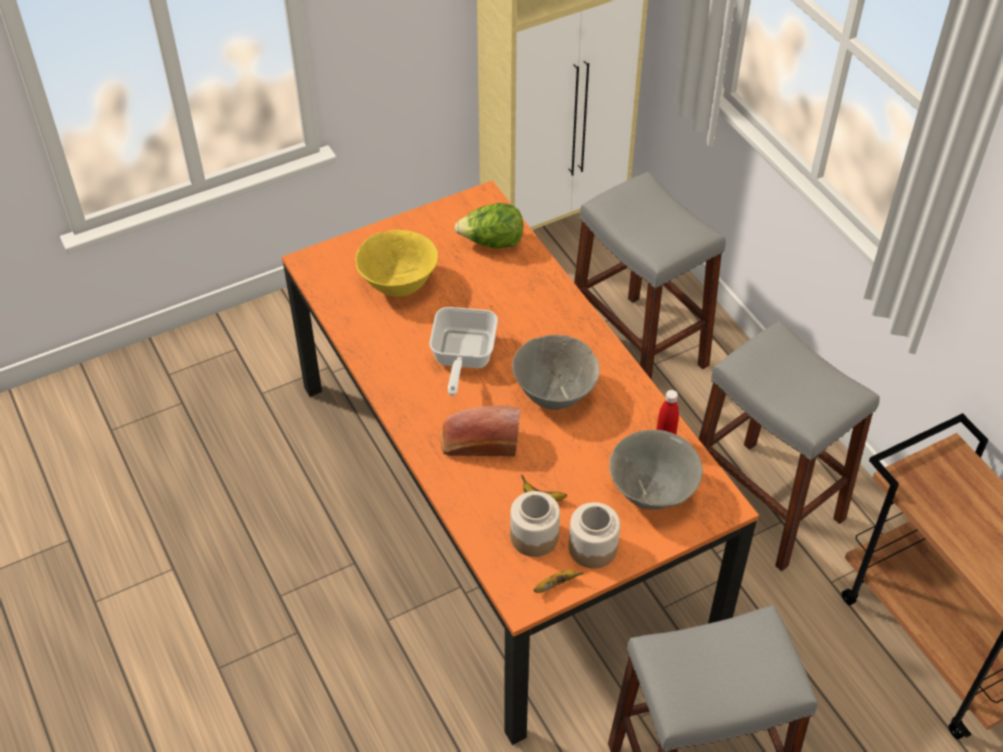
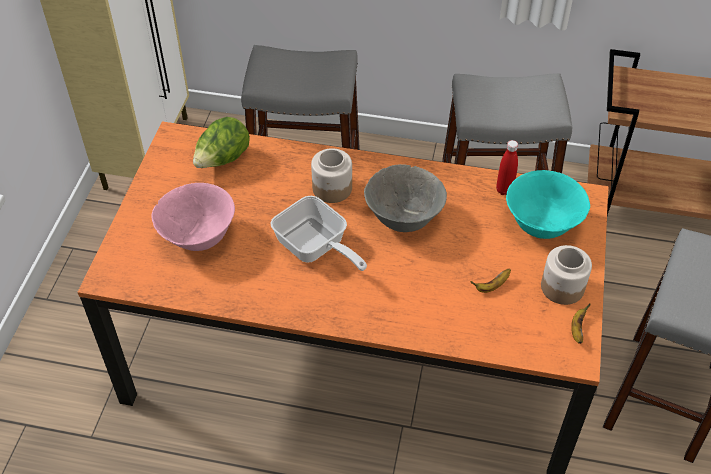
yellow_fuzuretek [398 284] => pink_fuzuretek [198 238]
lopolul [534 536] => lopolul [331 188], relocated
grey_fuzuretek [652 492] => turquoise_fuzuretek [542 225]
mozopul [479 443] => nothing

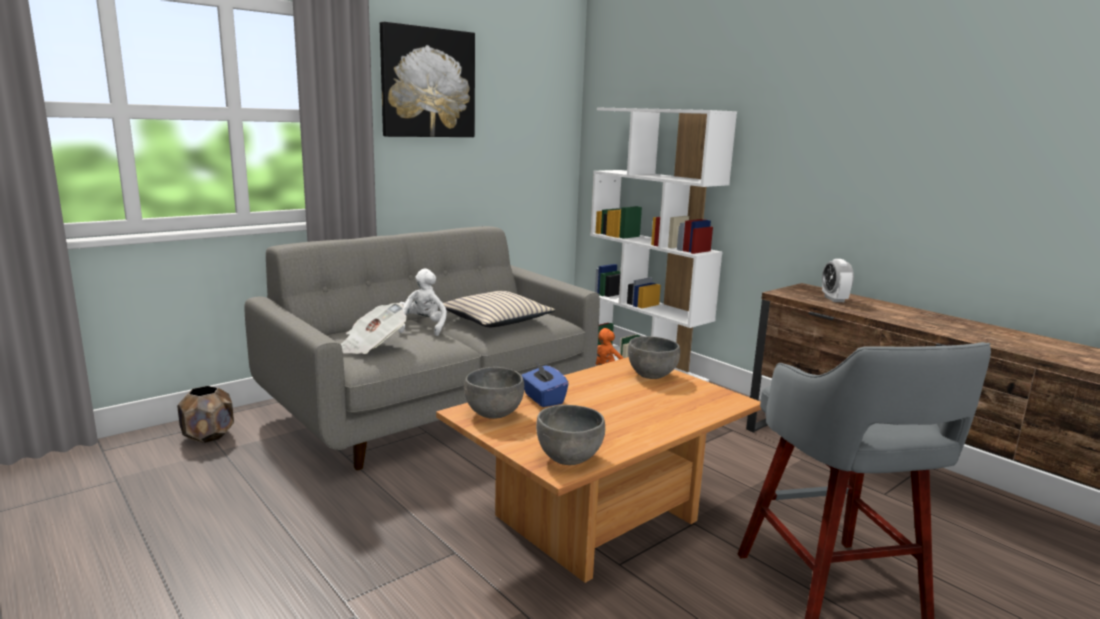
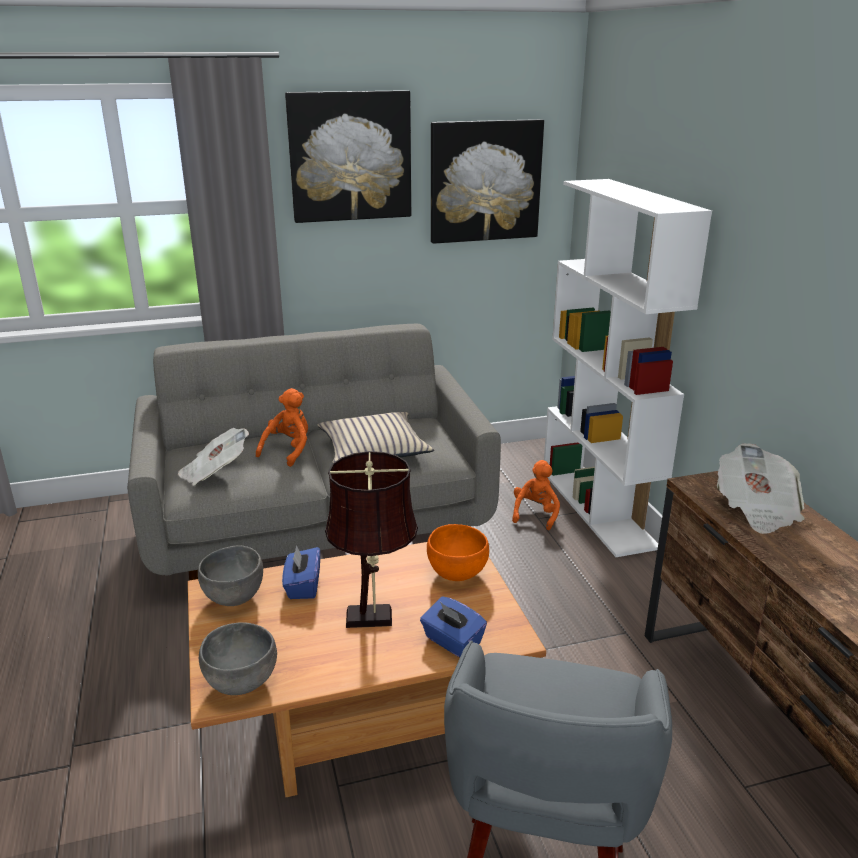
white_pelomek [422 327] => orange_pelomek [288 450]
nothing => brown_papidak [374 618]
nothing => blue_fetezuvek [452 641]
grey_fuzuretek [651 375] => orange_fuzuretek [456 573]
nothing => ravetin [485 181]
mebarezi [834 299] => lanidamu [756 509]
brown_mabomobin [209 436] => nothing

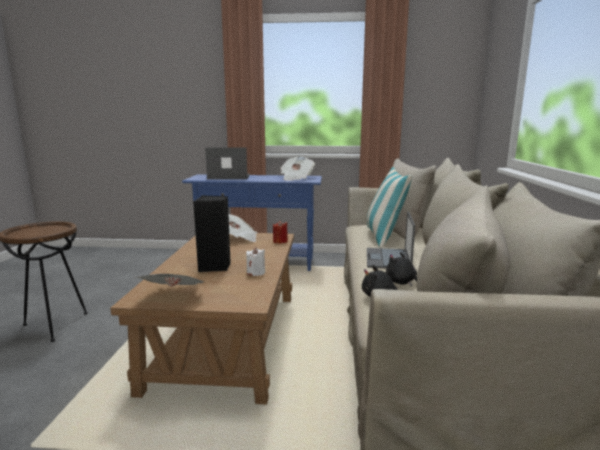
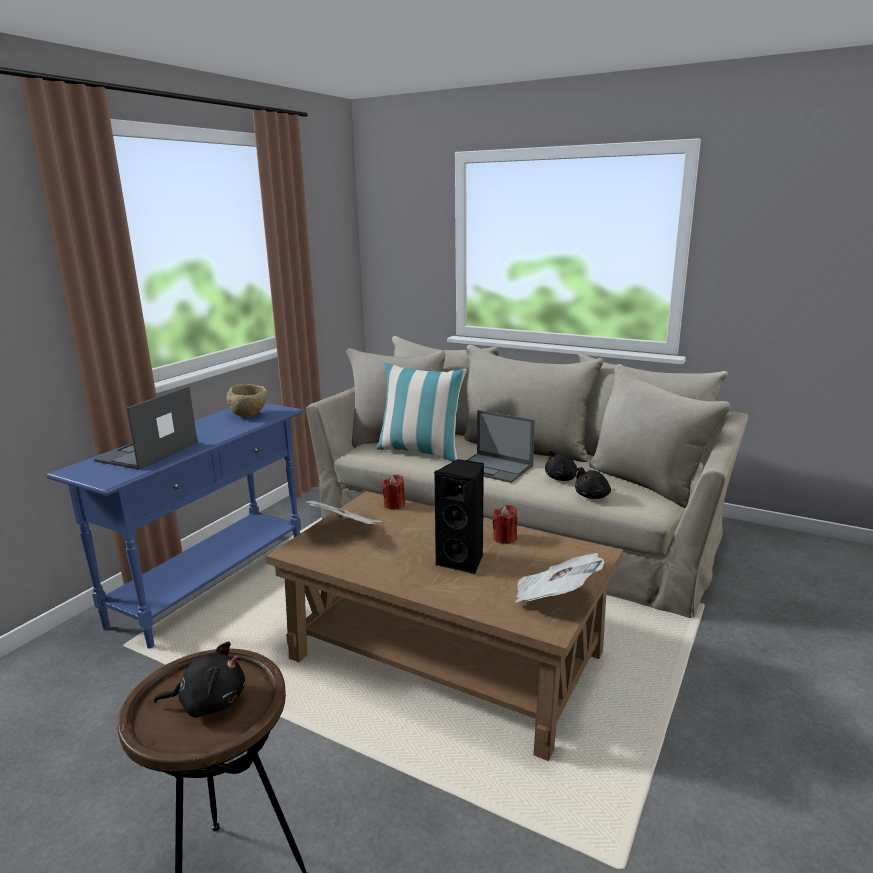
nothing => black_pelomek [209 702]
lanidamu [296 178] => beige_fuzuretek [250 415]
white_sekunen [256 273] => red_sekunen [505 538]

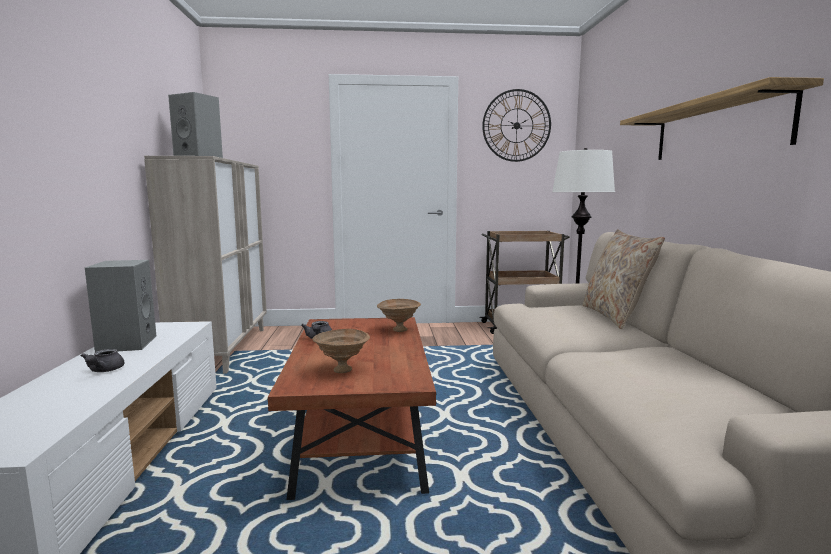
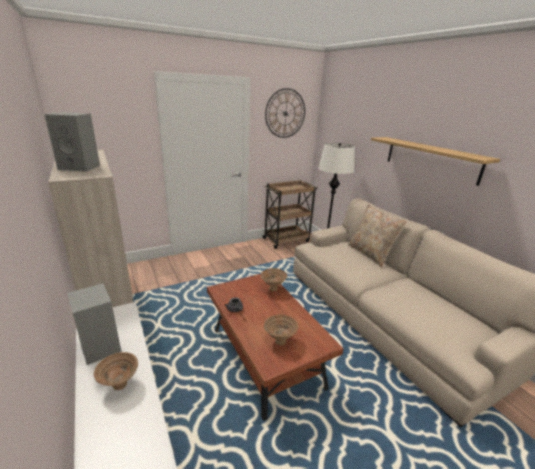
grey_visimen [103 370] => brown_fuzuretek [120 385]

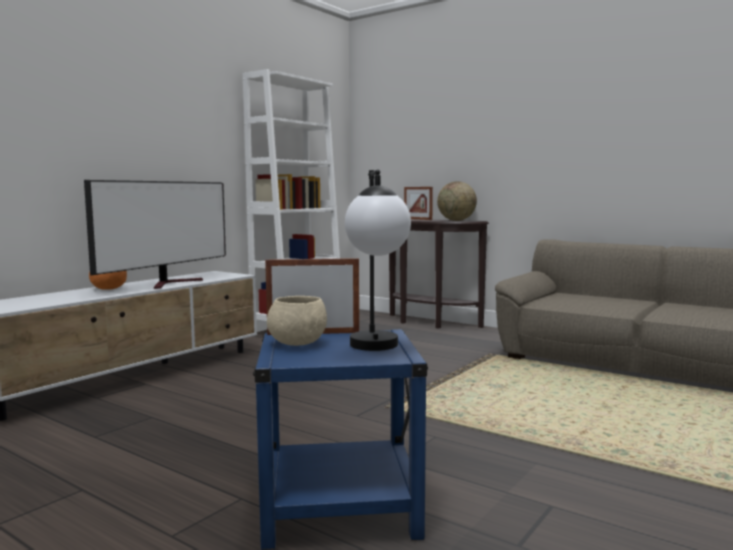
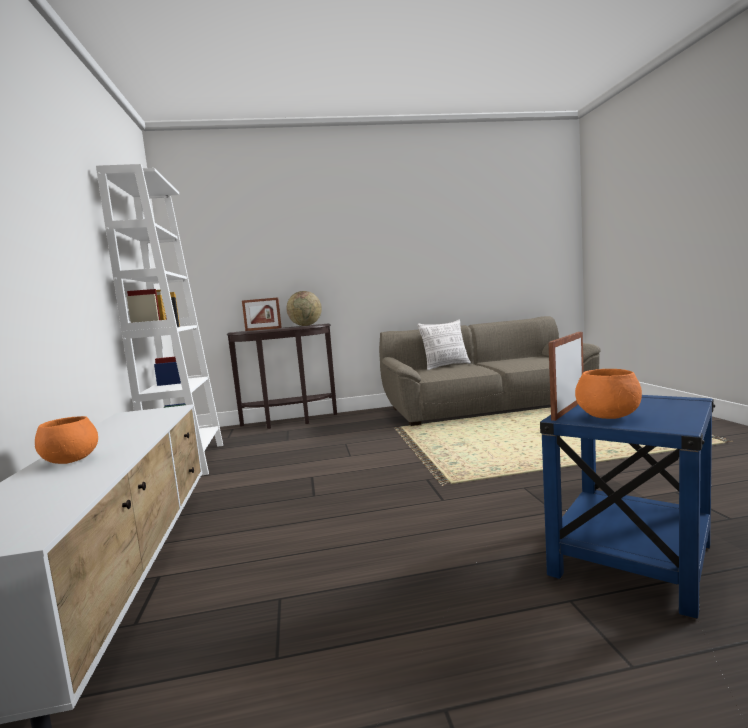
nothing => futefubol [446 366]
beige_fuzuretek [297 344] => orange_fuzuretek [609 416]
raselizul [172 283] => nothing
papidak [376 349] => nothing

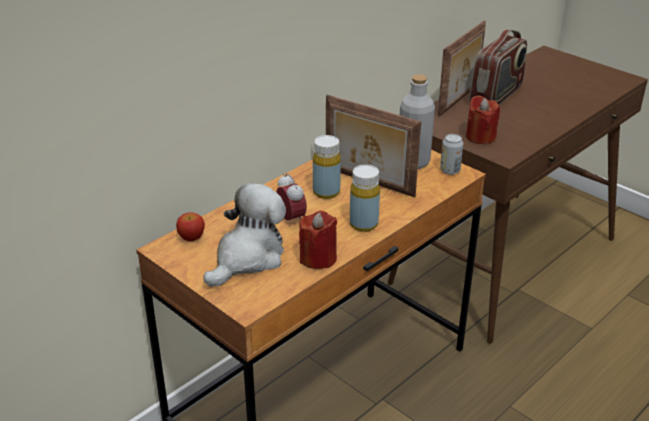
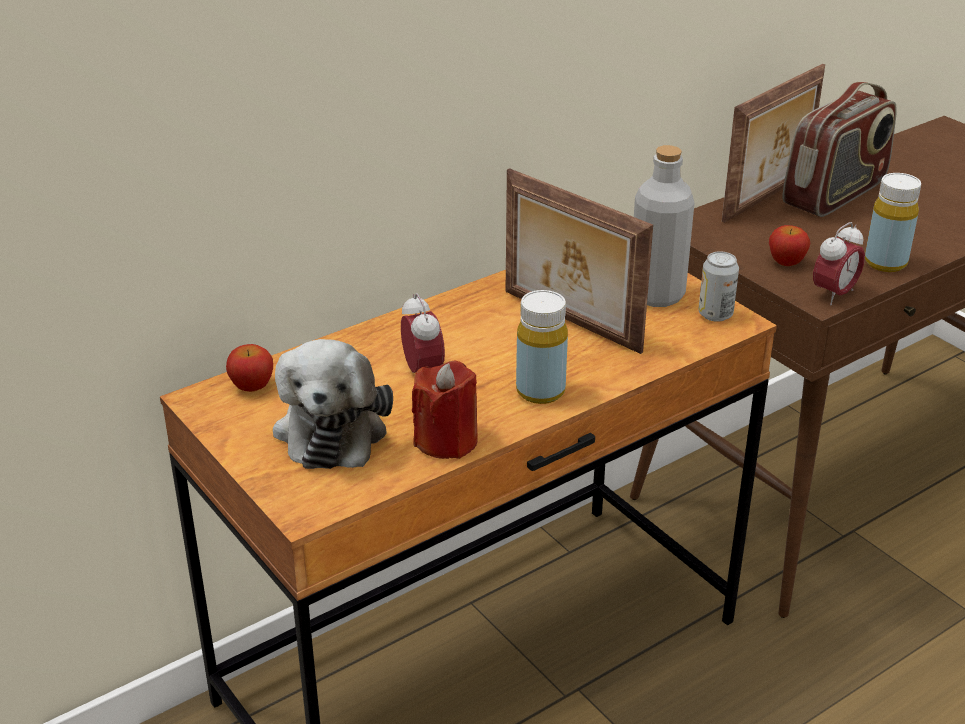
pelomek [248 258] => pelomek [332 428], 135 degrees clockwise
red_sekunen [480 137] => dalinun [786 262]
nothing => mebarezi [834 294]
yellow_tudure [326 192] => yellow_tudure [885 263], relocated

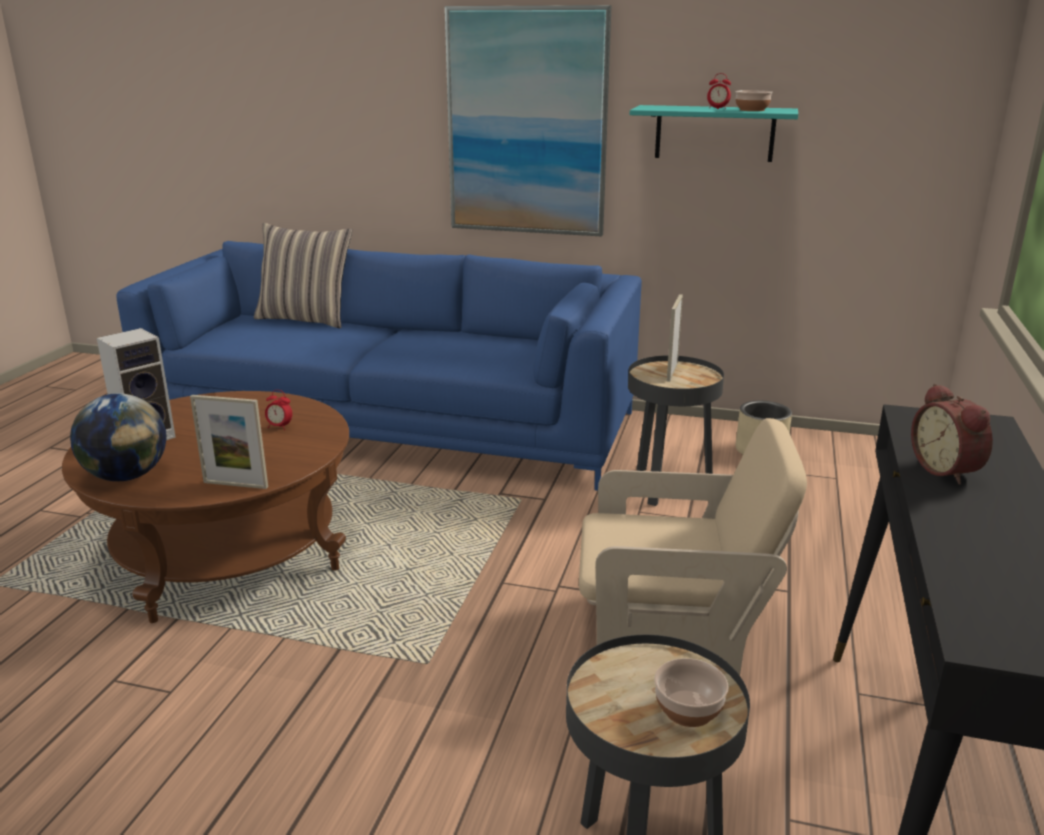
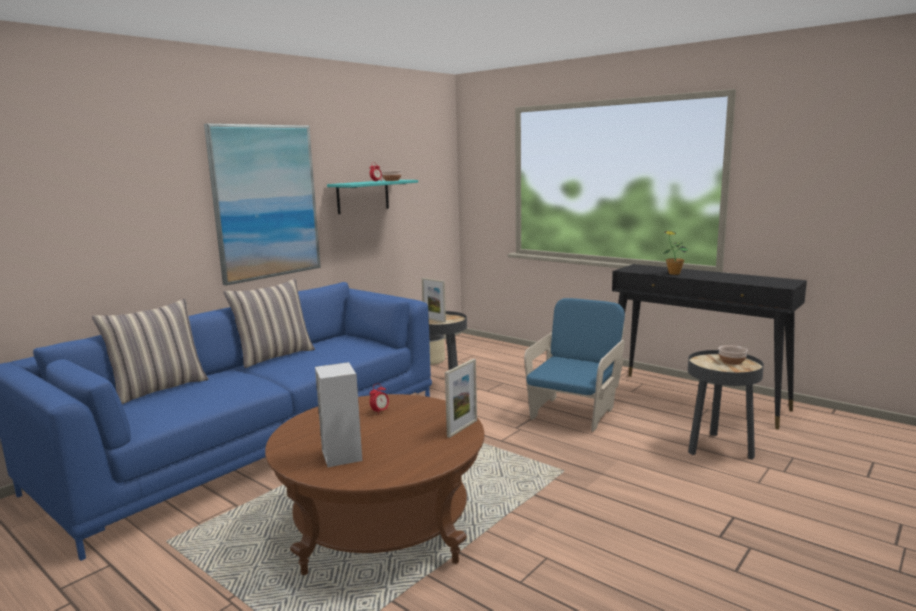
nothing => futefubol [275 356]
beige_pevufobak [674 633] => blue_pevufobak [574 412]
mebarezi [947 470] => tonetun [674 273]
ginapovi [126 476] => nothing

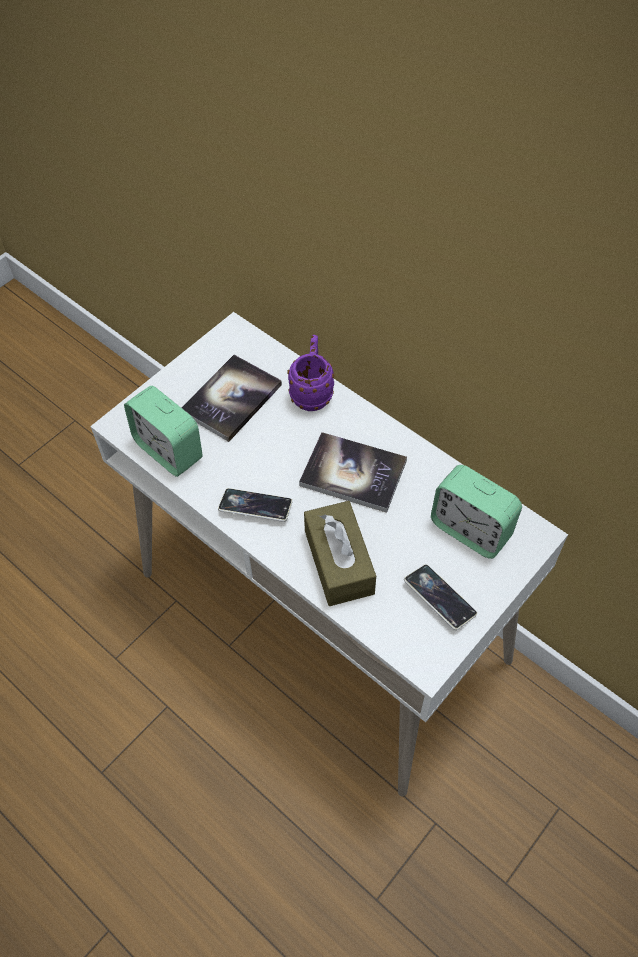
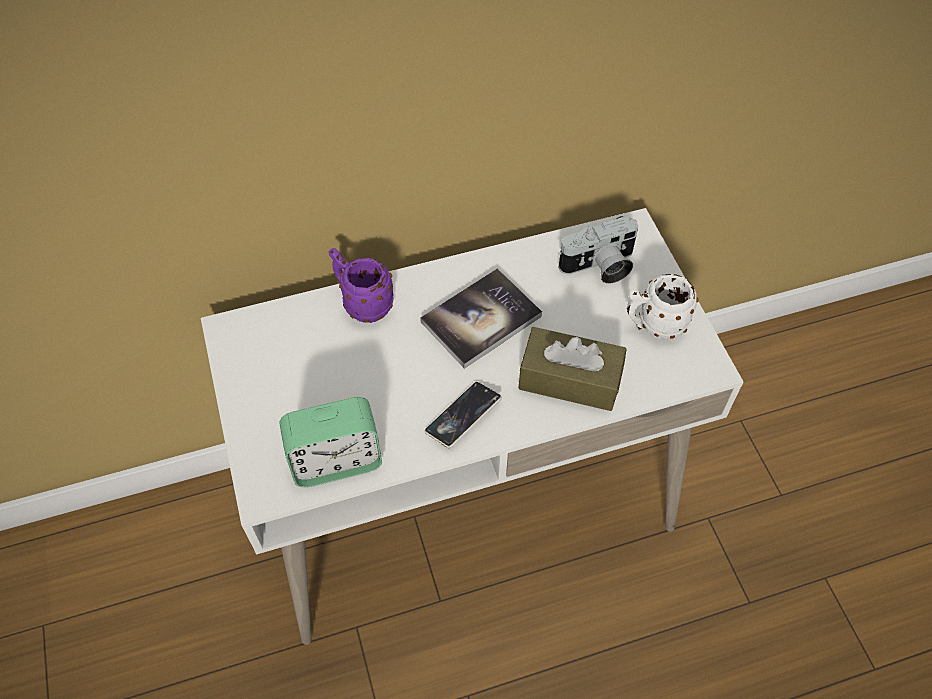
mebarezi [470 530] => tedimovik [599 267]
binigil [439 598] => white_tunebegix [653 325]
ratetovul [231 399] => nothing

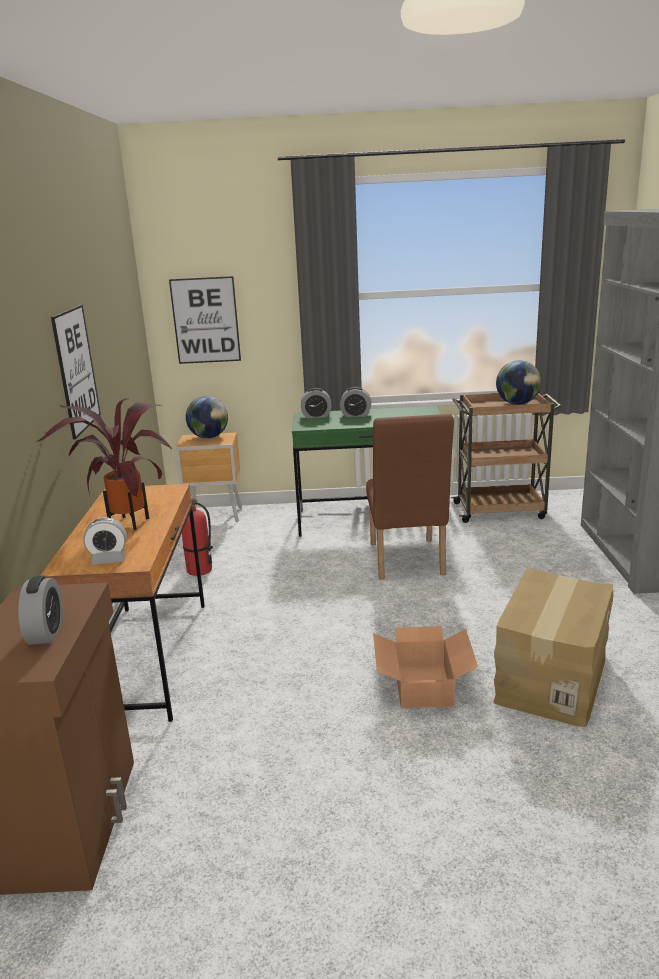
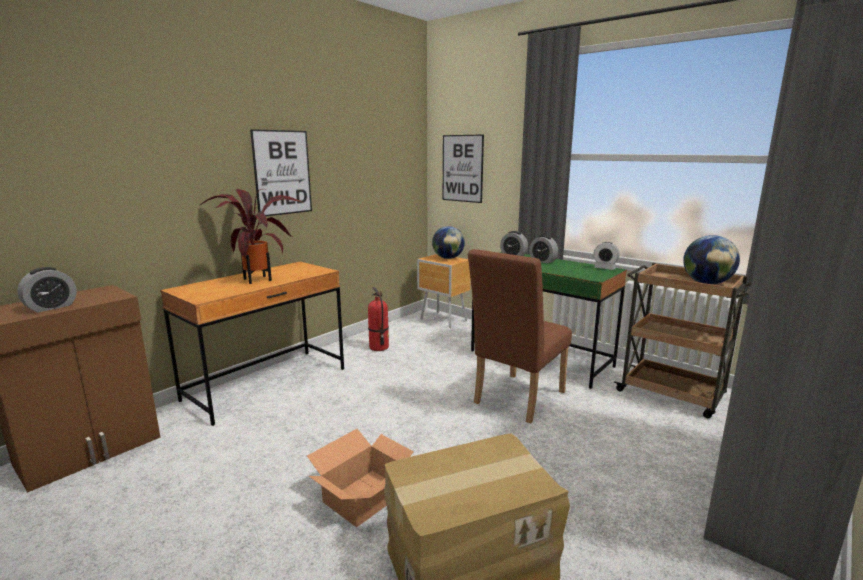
mebarezi [109 560] => mebarezi [605 268], relocated

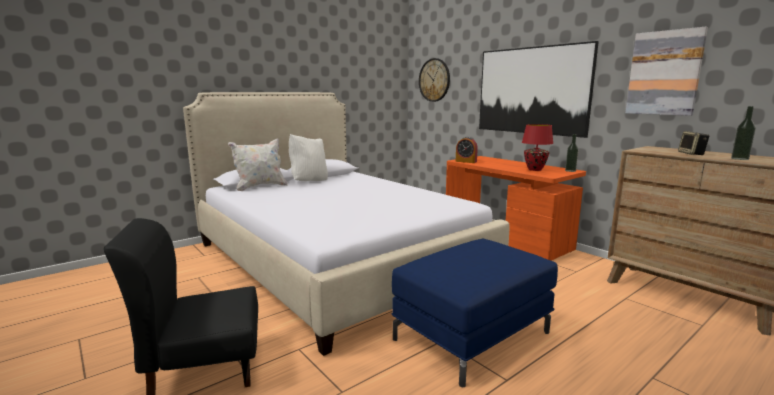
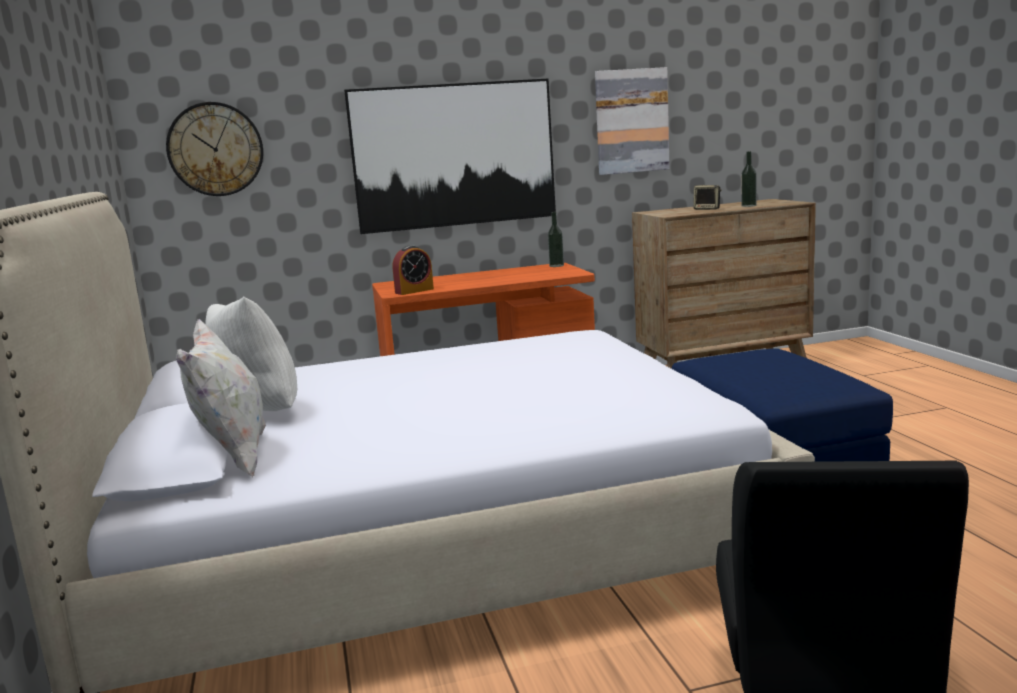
red_papidak [535 169] => nothing

